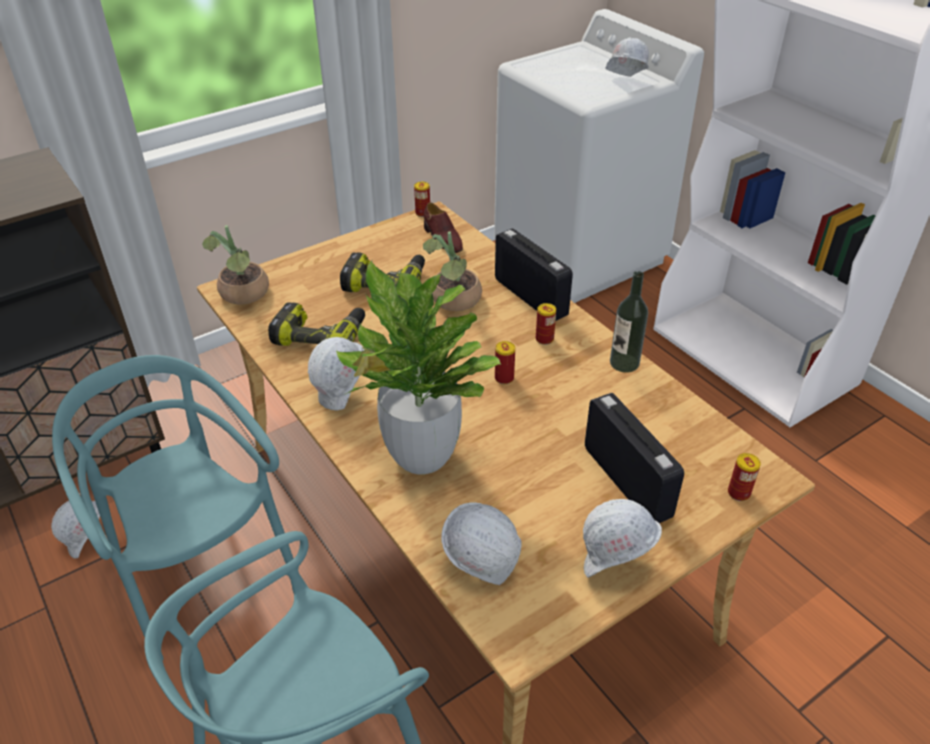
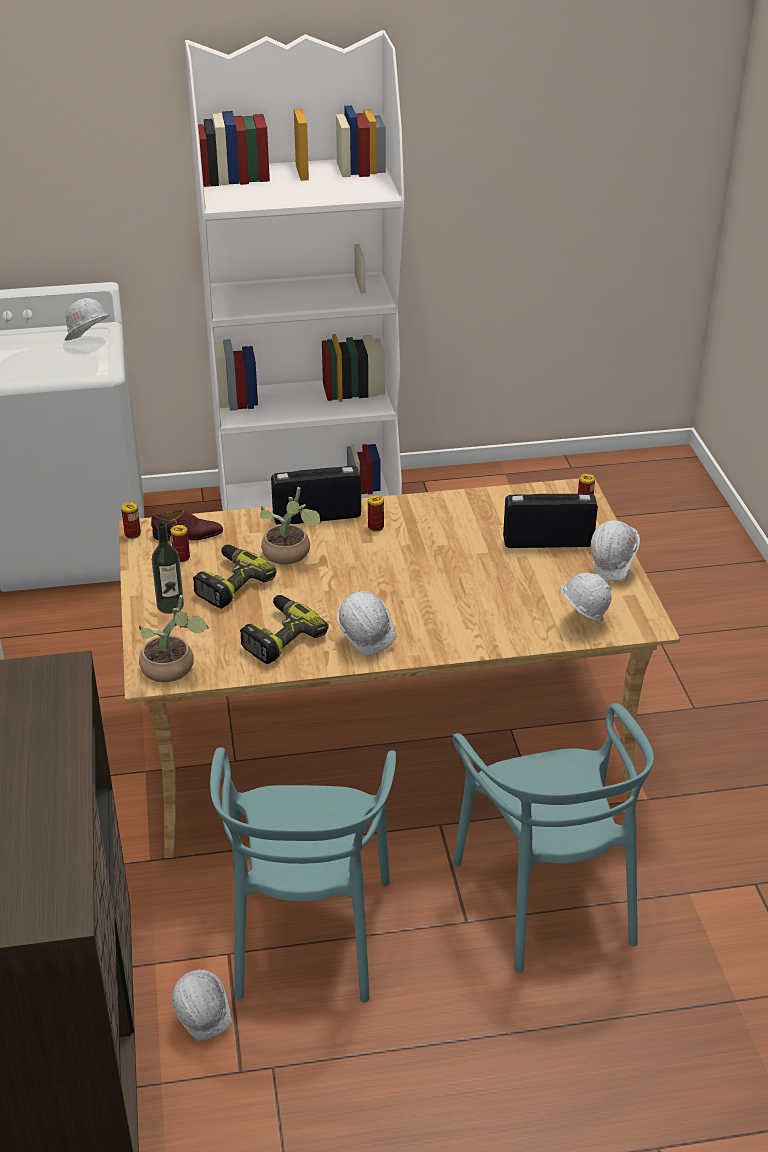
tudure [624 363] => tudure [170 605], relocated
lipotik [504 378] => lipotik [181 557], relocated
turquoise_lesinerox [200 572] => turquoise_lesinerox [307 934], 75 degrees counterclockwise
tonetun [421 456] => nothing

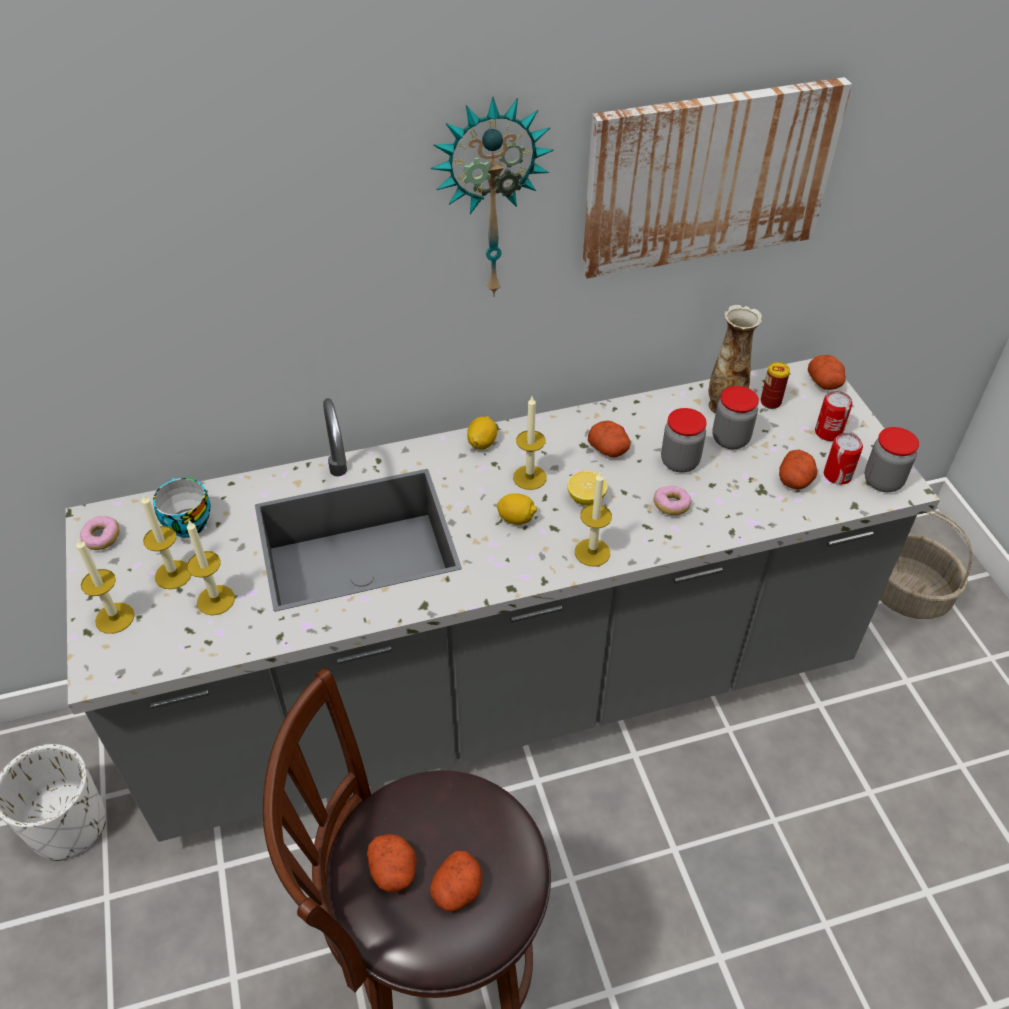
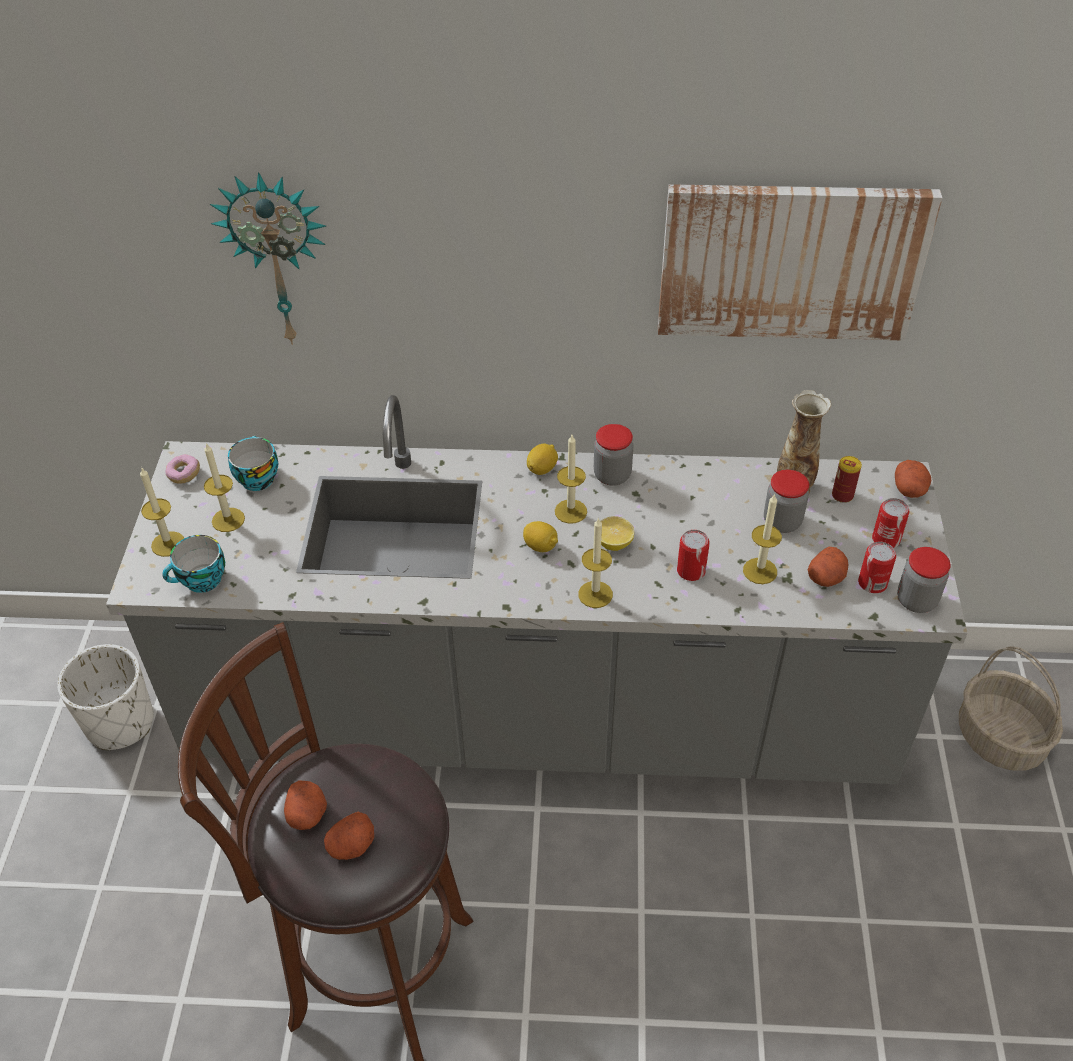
nothing => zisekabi [201 581]
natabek [490 199] => natabek [277 258], relocated
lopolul [679 462] => lopolul [612 475], relocated
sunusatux [671 506] => lipotik [691 571]
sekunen [216 600] => sekunen [760 571], relocated
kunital [609 449] => nothing

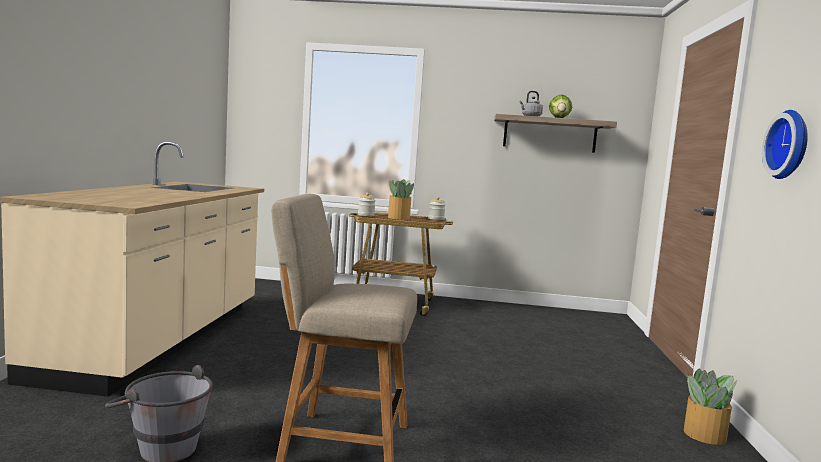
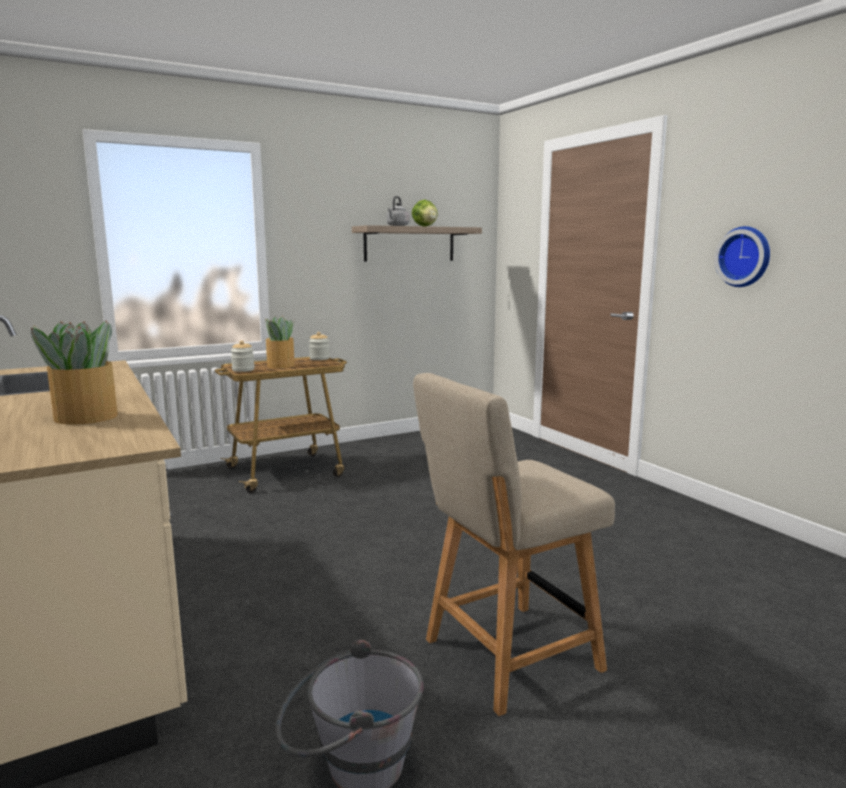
tonetun [703 435] => tonetun [84 417], relocated

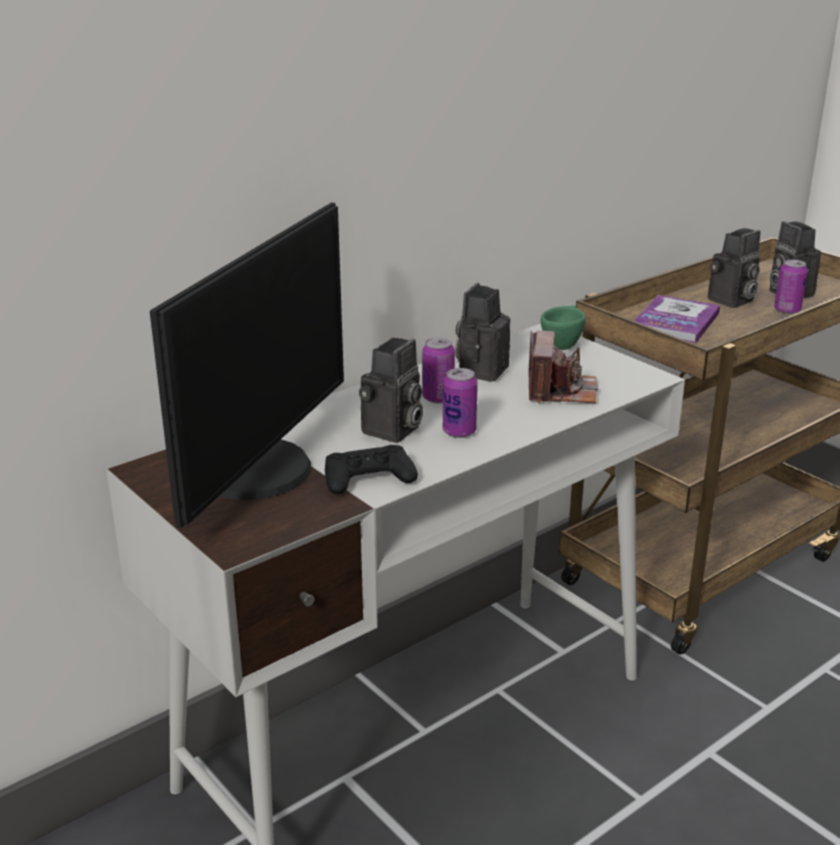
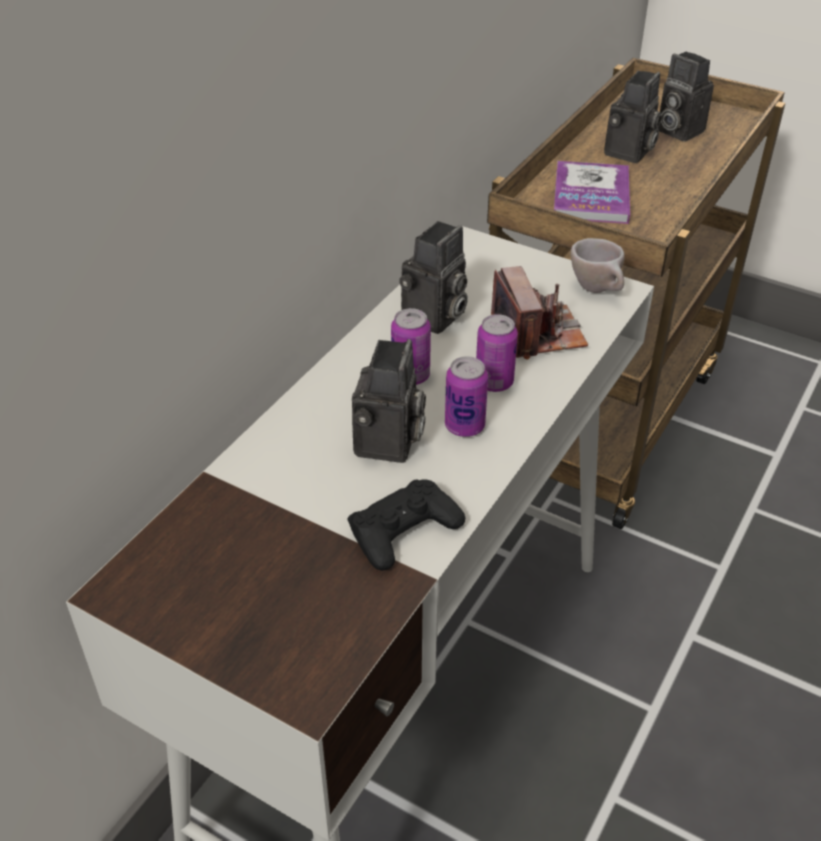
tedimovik [481 370] => tedimovik [434 318], 150 degrees counterclockwise
lipotik [787 310] => lipotik [494 382], relocated
nothing => beige_zisekabi [599 290]
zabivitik [259 471] => nothing
green_zisekabi [562 344] => nothing

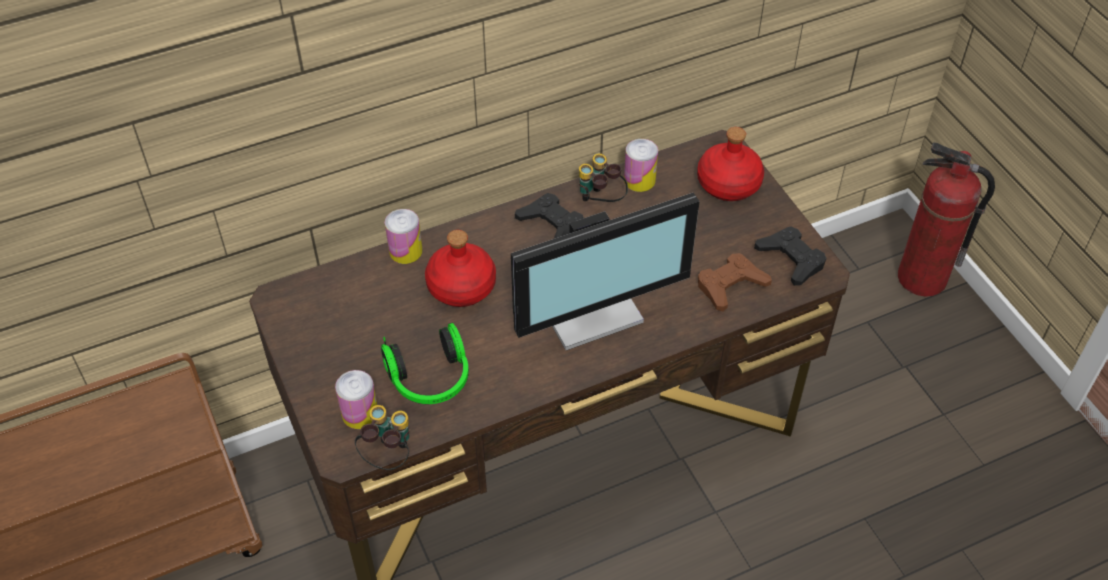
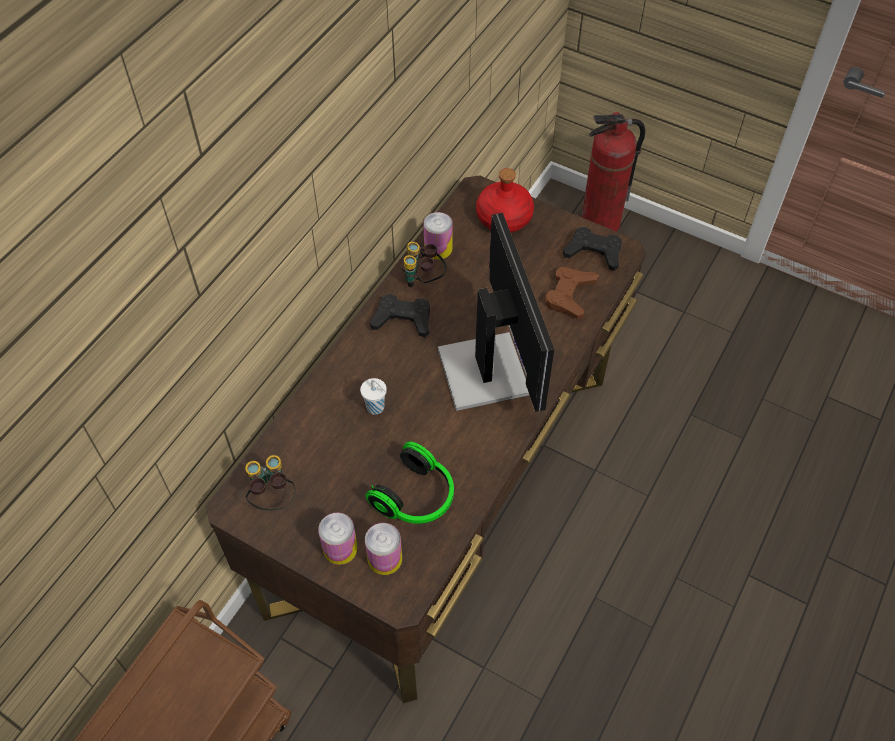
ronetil [388 455] => ronetil [272 498], relocated
lipotik [405 251] => lipotik [340 548], relocated
red_tudure [462 286] => white_zisekabi [376 408]
zabivitik [590 309] => zabivitik [487 369], 45 degrees counterclockwise

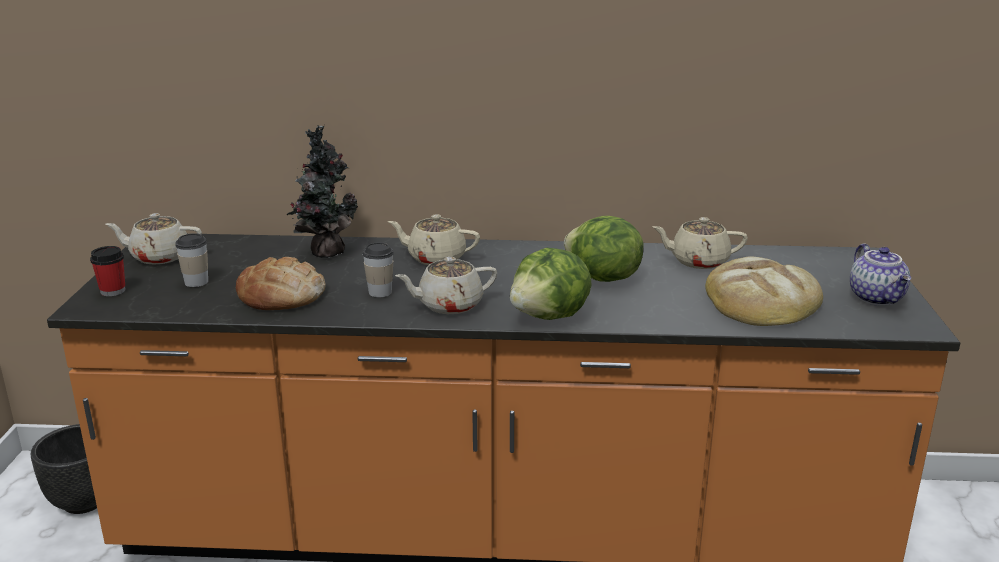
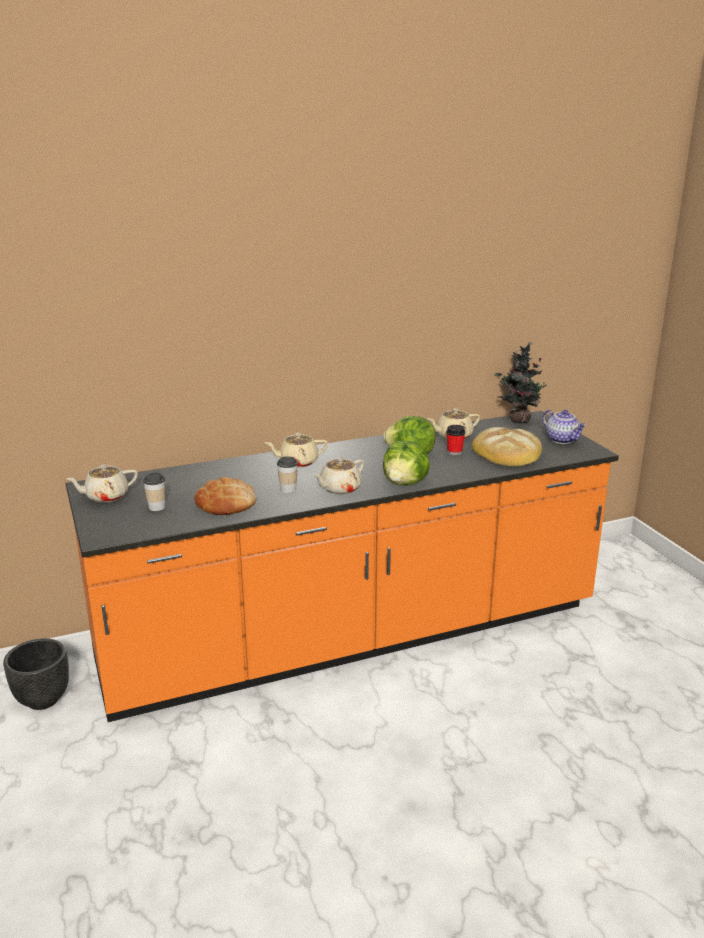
zisekabi [113 291] => zisekabi [454 452], relocated
tonetun [325 252] => tonetun [517 420], relocated

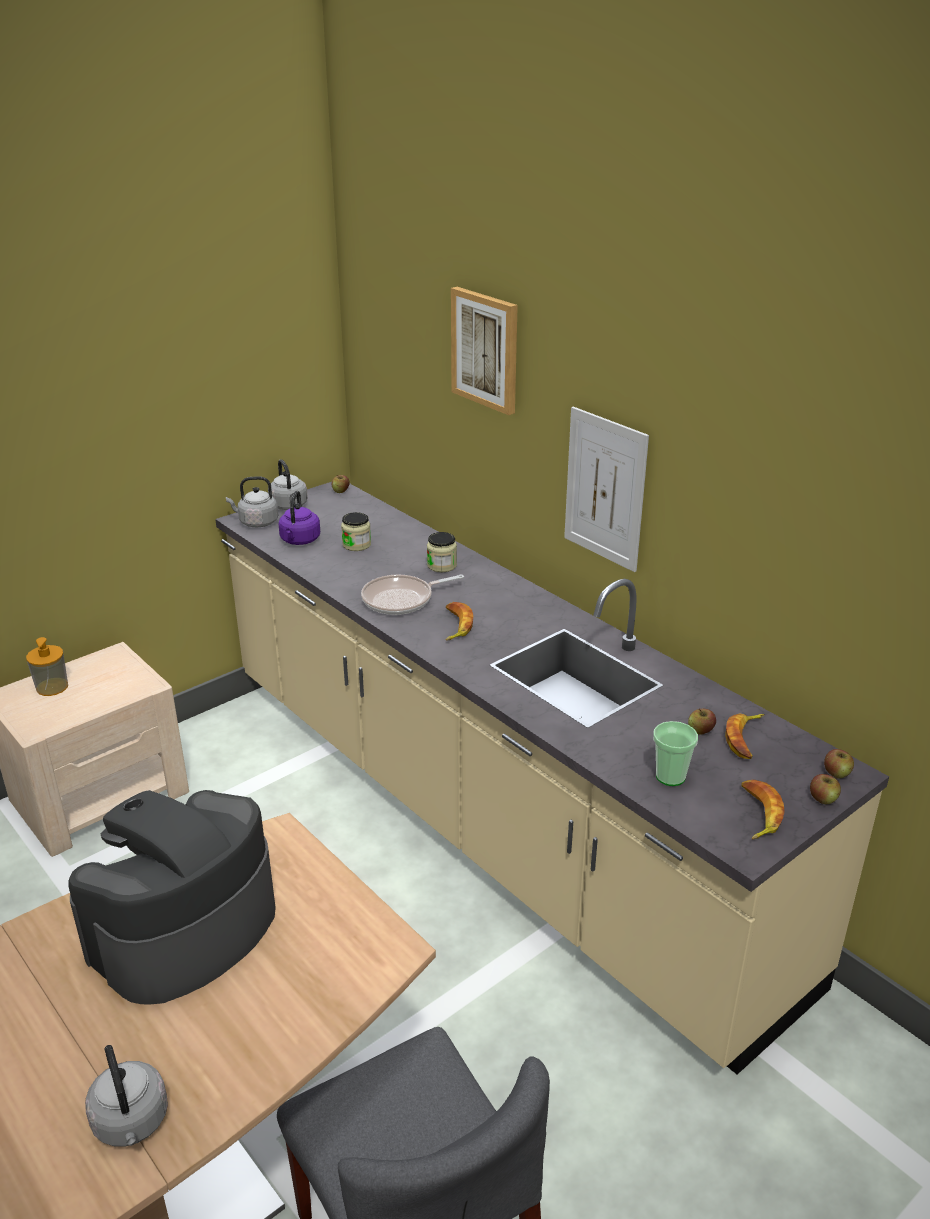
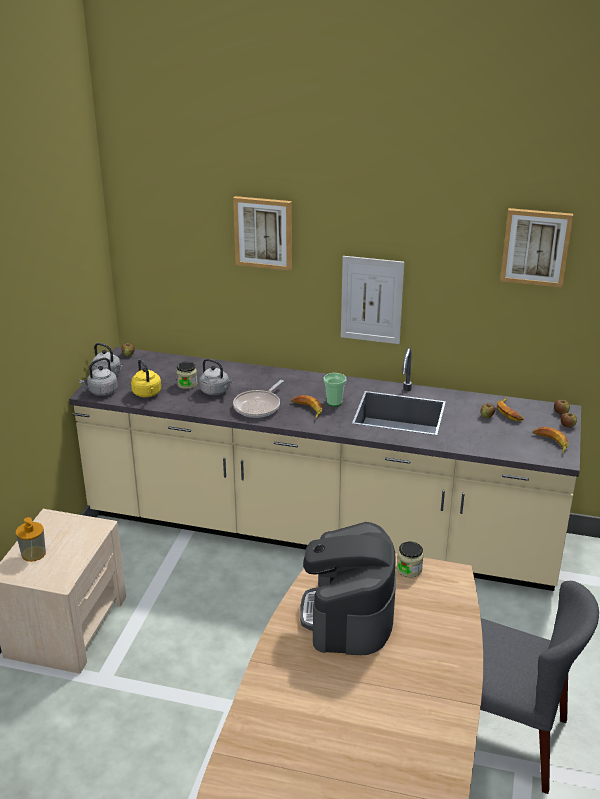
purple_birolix [299 541] => yellow_birolix [147 393]
grey_birolix [131 1123] => grey_birolix [216 391], relocated
zisekabi [670 776] => zisekabi [334 402], relocated
lopolul [442 565] => lopolul [409 569], relocated
nothing => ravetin [535 247]

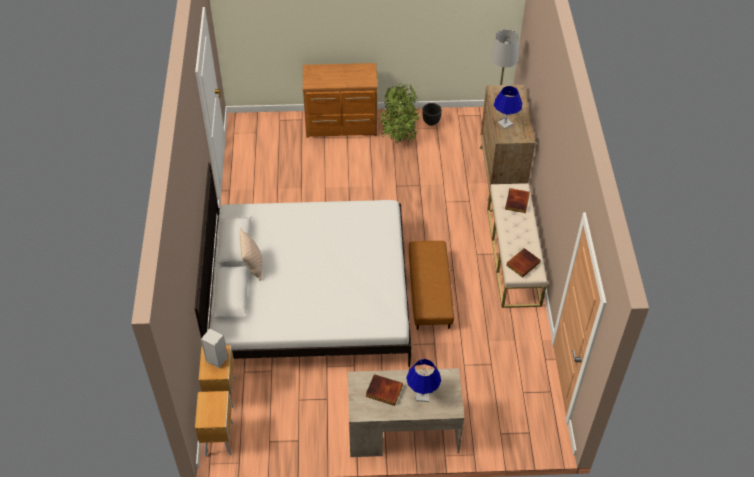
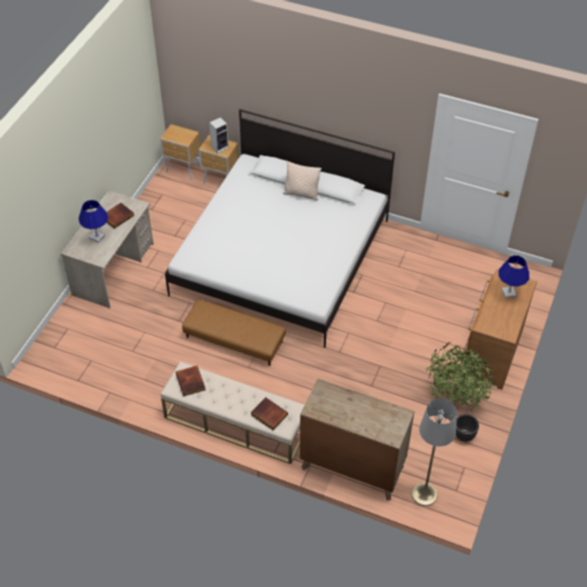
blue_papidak [505 123] => blue_papidak [509 292], relocated

